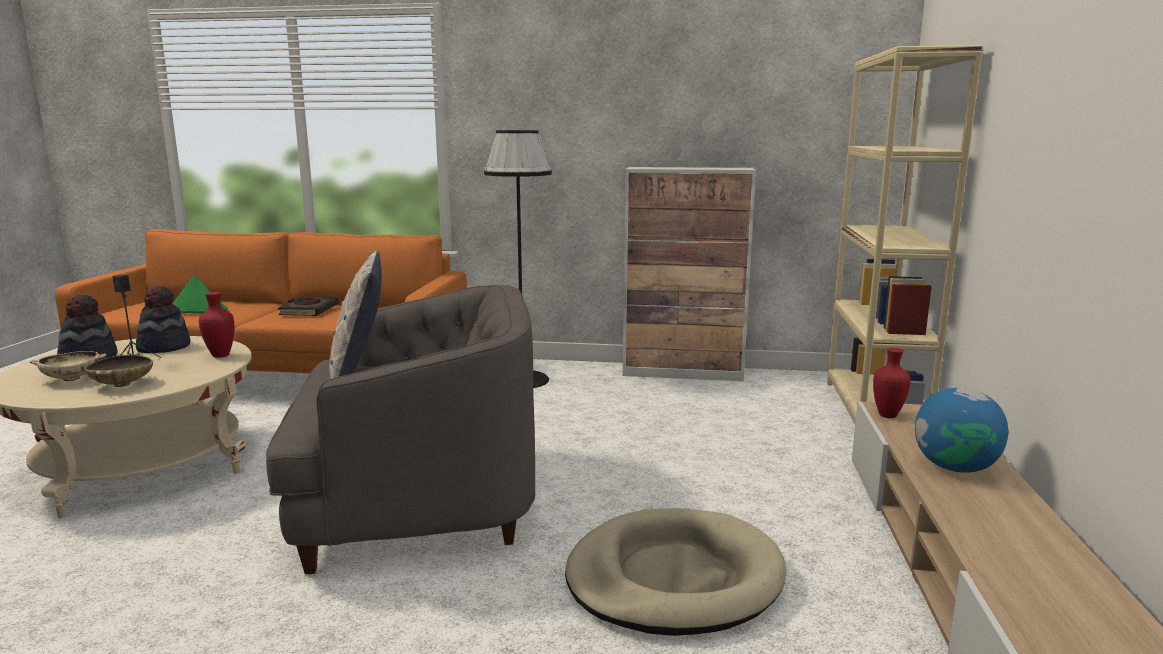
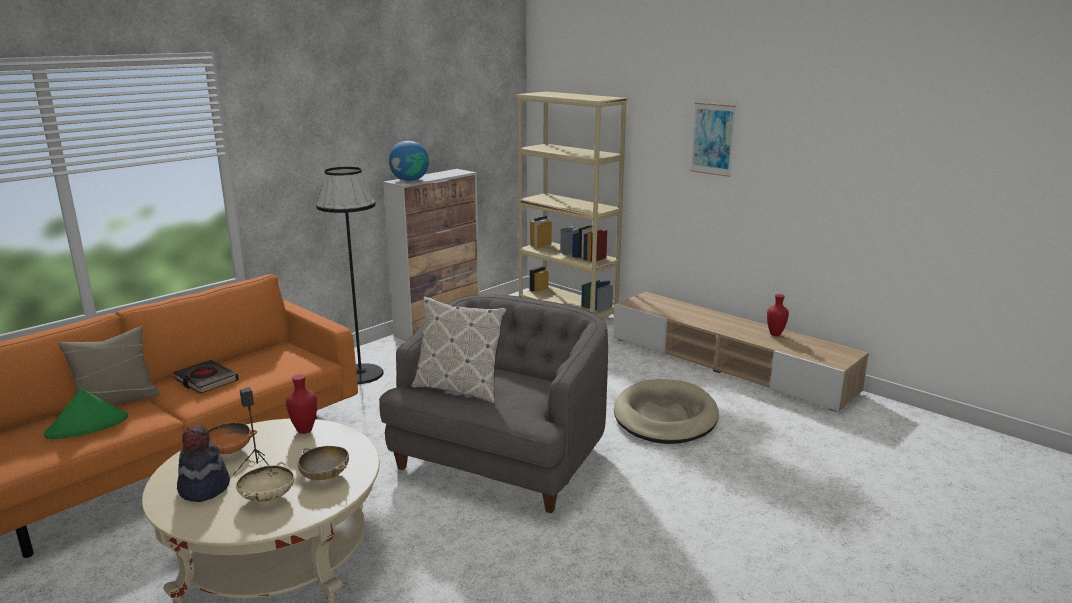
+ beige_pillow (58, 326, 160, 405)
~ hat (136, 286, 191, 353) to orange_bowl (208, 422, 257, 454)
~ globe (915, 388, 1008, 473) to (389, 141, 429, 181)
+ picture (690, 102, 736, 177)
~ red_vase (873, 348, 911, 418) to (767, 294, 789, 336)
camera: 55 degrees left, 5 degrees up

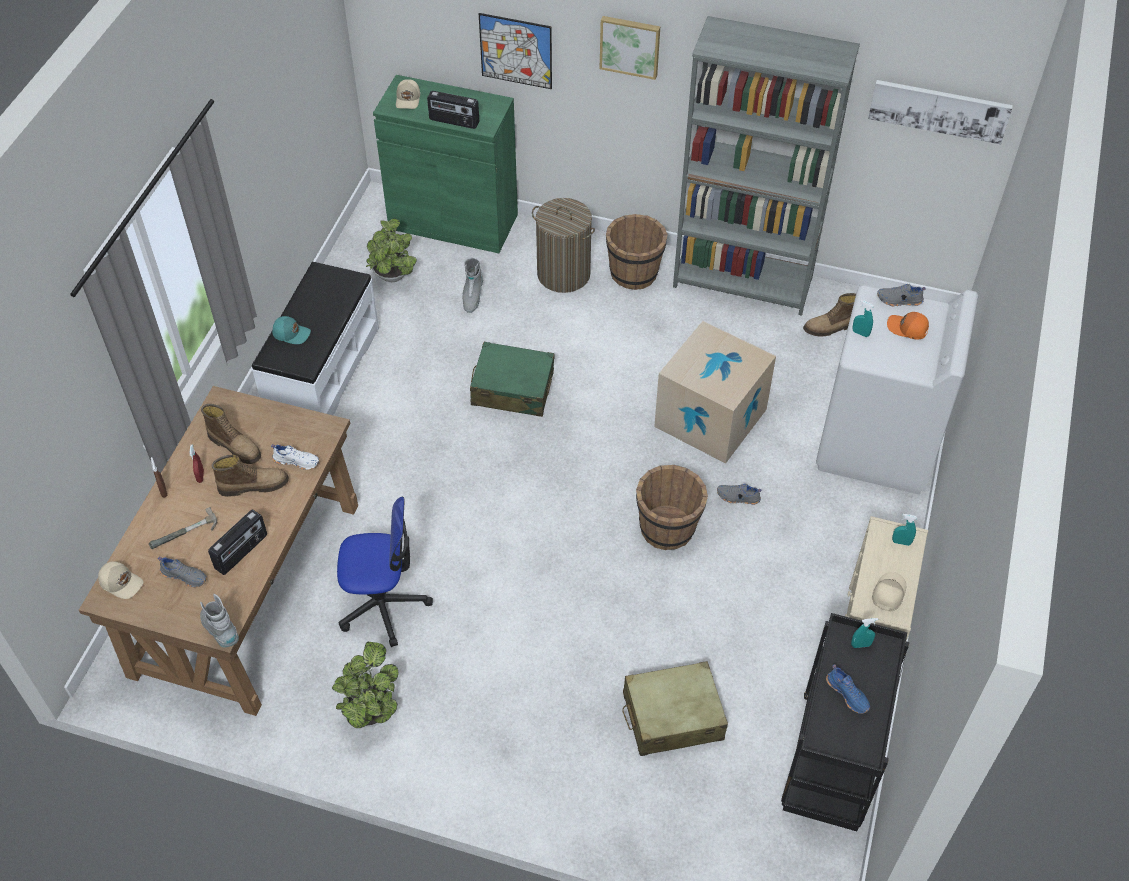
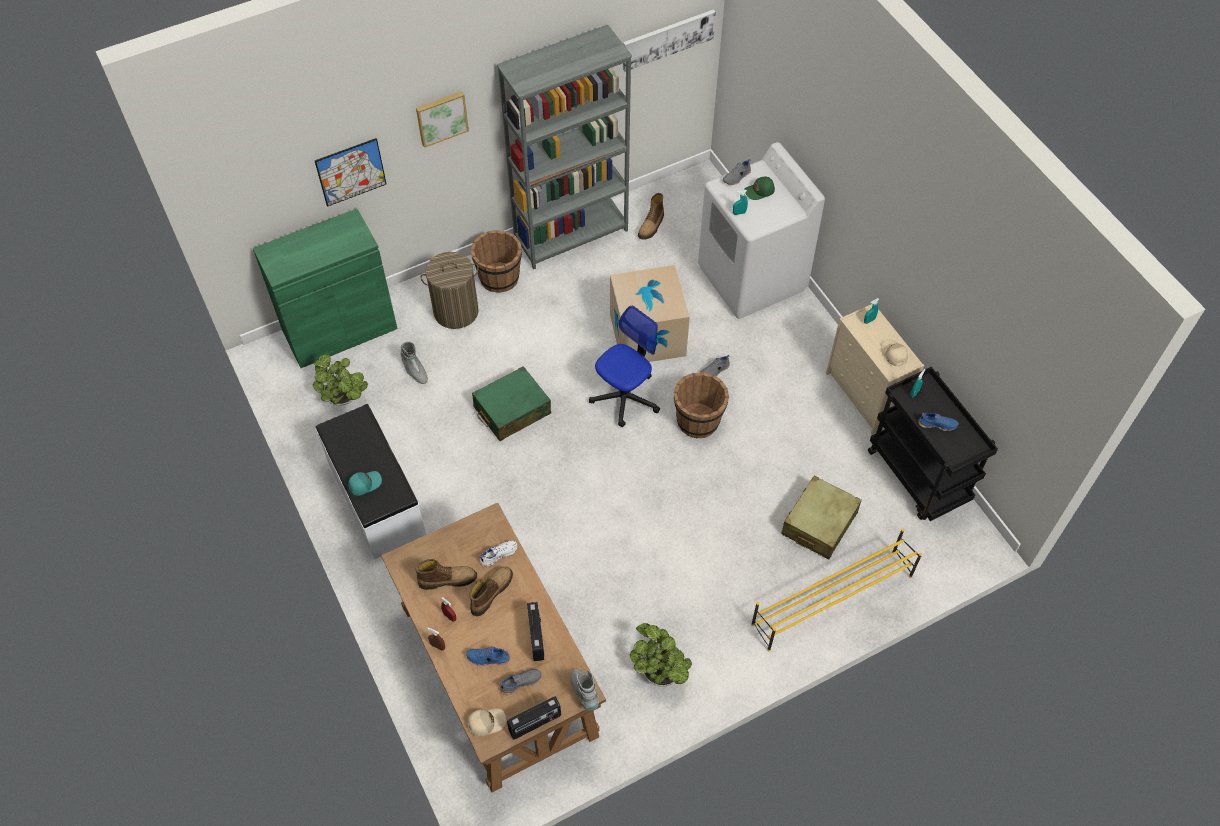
~ hammer (149, 507, 217, 549) to blue_shoe (466, 647, 510, 666)
~ radio (427, 91, 479, 129) to (507, 697, 561, 739)
~ grey_boot (200, 594, 239, 648) = (570, 668, 599, 711) 60 degrees clockwise
~ office_chair (337, 497, 433, 647) to (589, 306, 660, 427)
~ orange_cap (887, 312, 929, 339) to green_cap (744, 177, 775, 200)
+ yellow_shoe_rack (751, 529, 922, 651)
- beige_cap (396, 79, 420, 109)
camera: 45 degrees left, 5 degrees up

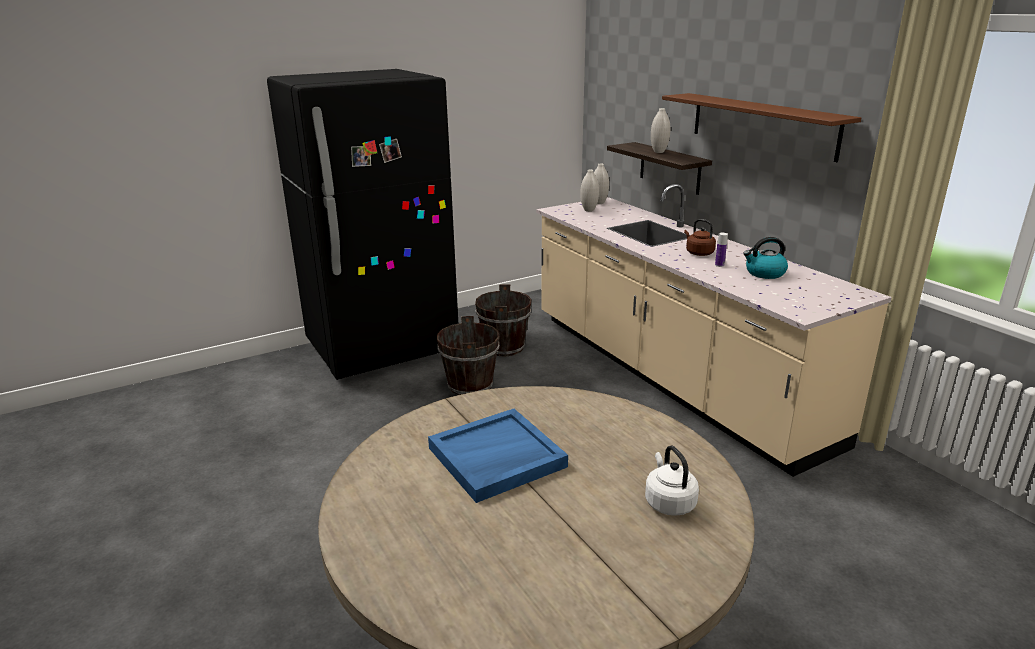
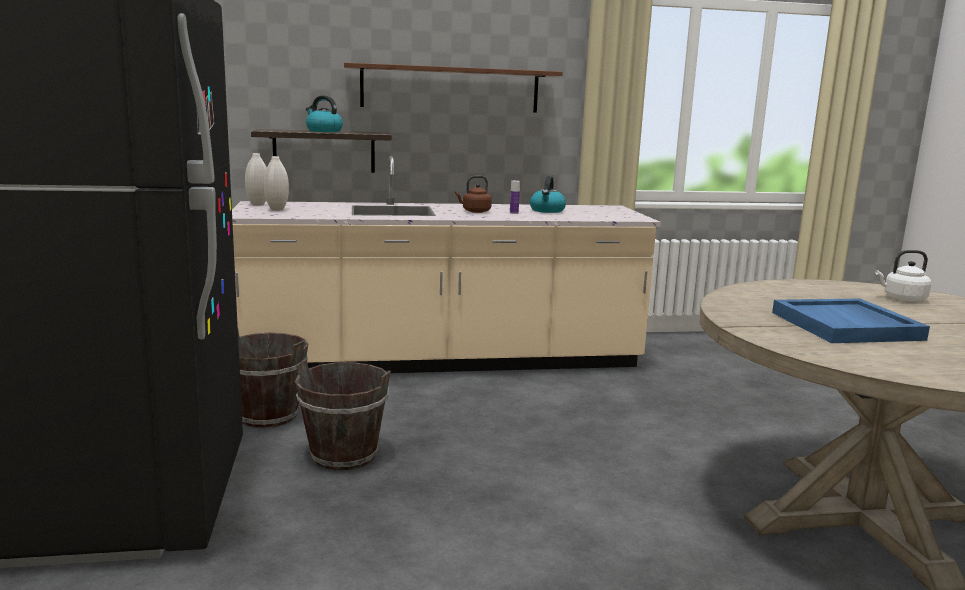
~ white_vase (651, 108, 671, 153) to kettle (306, 96, 343, 132)
camera: 70 degrees left, 10 degrees down

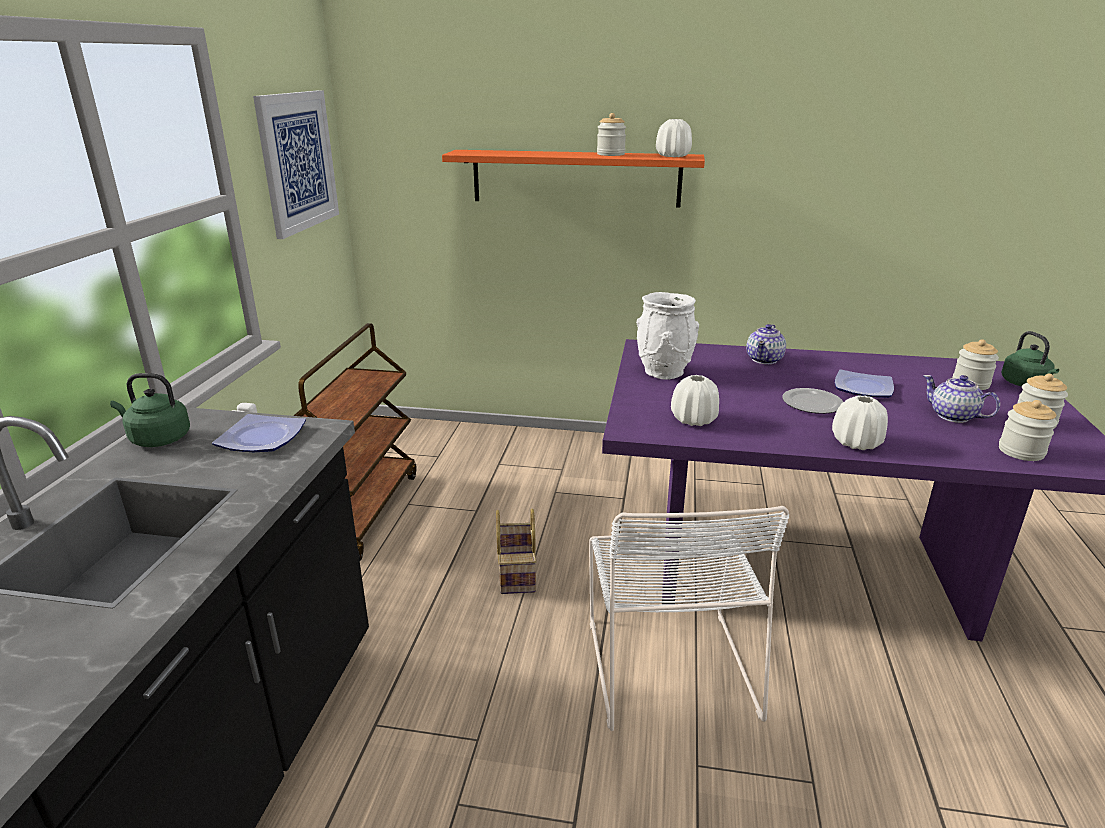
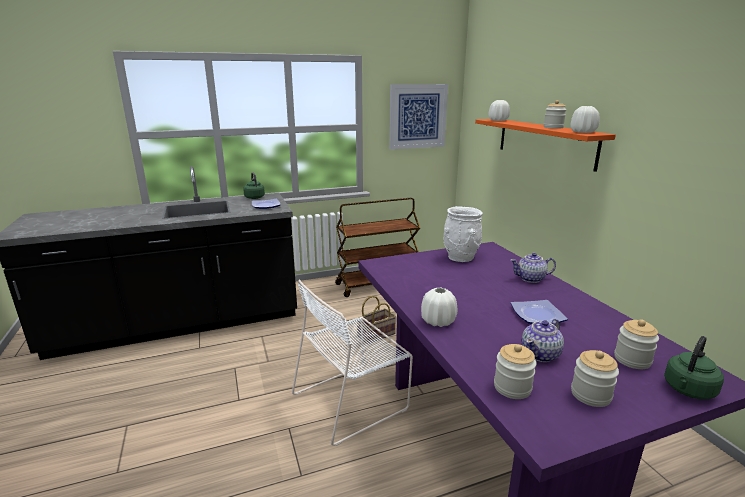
~ white_vase (671, 375, 719, 426) to (488, 100, 510, 121)
~ teapot (923, 375, 1000, 423) = (521, 319, 564, 362) 150 degrees counterclockwise
- plate (782, 388, 843, 414)
camera: 60 degrees right, 5 degrees down

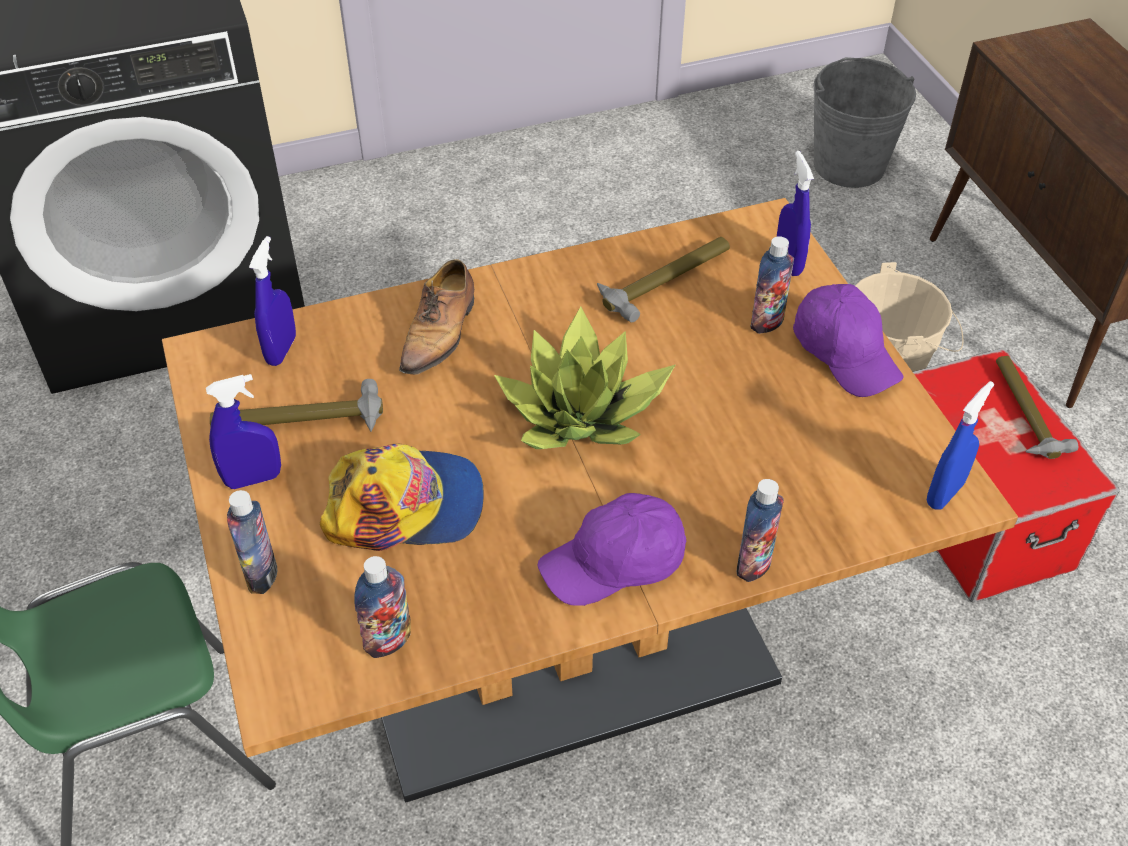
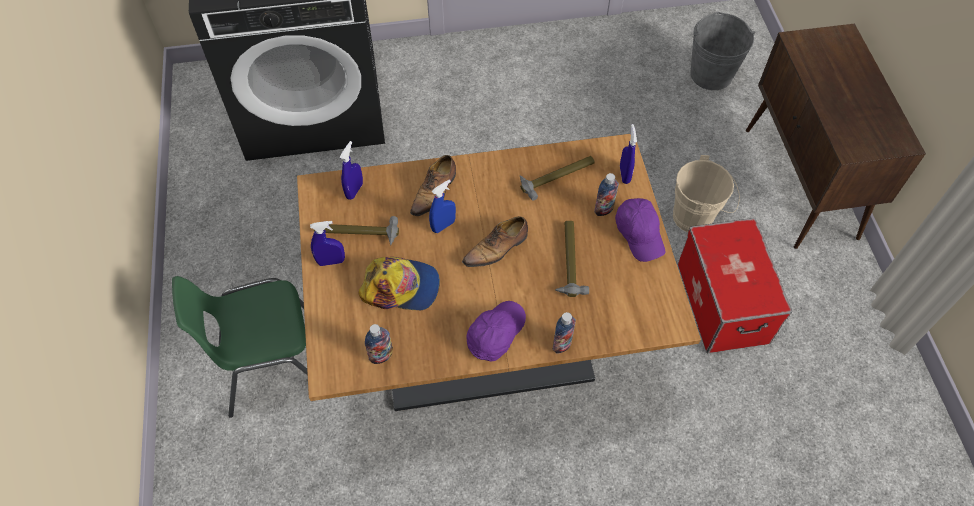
~ blue_spray_bottle (927, 381, 994, 510) to (429, 179, 456, 233)
~ potted_plant (494, 307, 675, 449) to shoe (462, 216, 528, 267)
~ purple_cap (538, 493, 686, 606) = (466, 301, 526, 362) 135 degrees clockwise
~ hammer (996, 356, 1078, 459) to (555, 221, 589, 297)
- bottle (227, 490, 277, 594)
camera: 10 degrees right, 10 degrees up

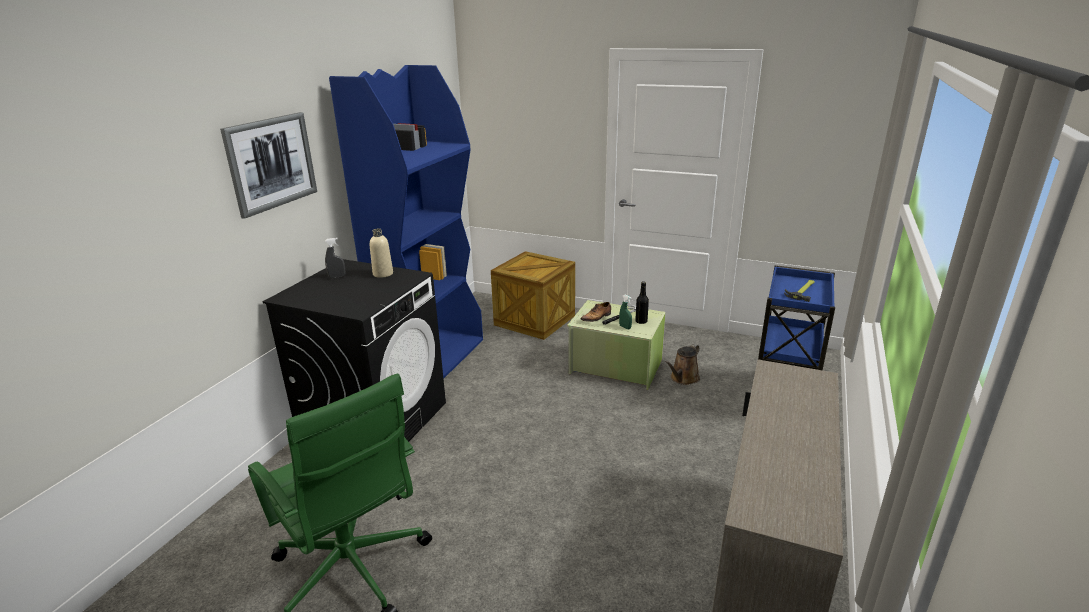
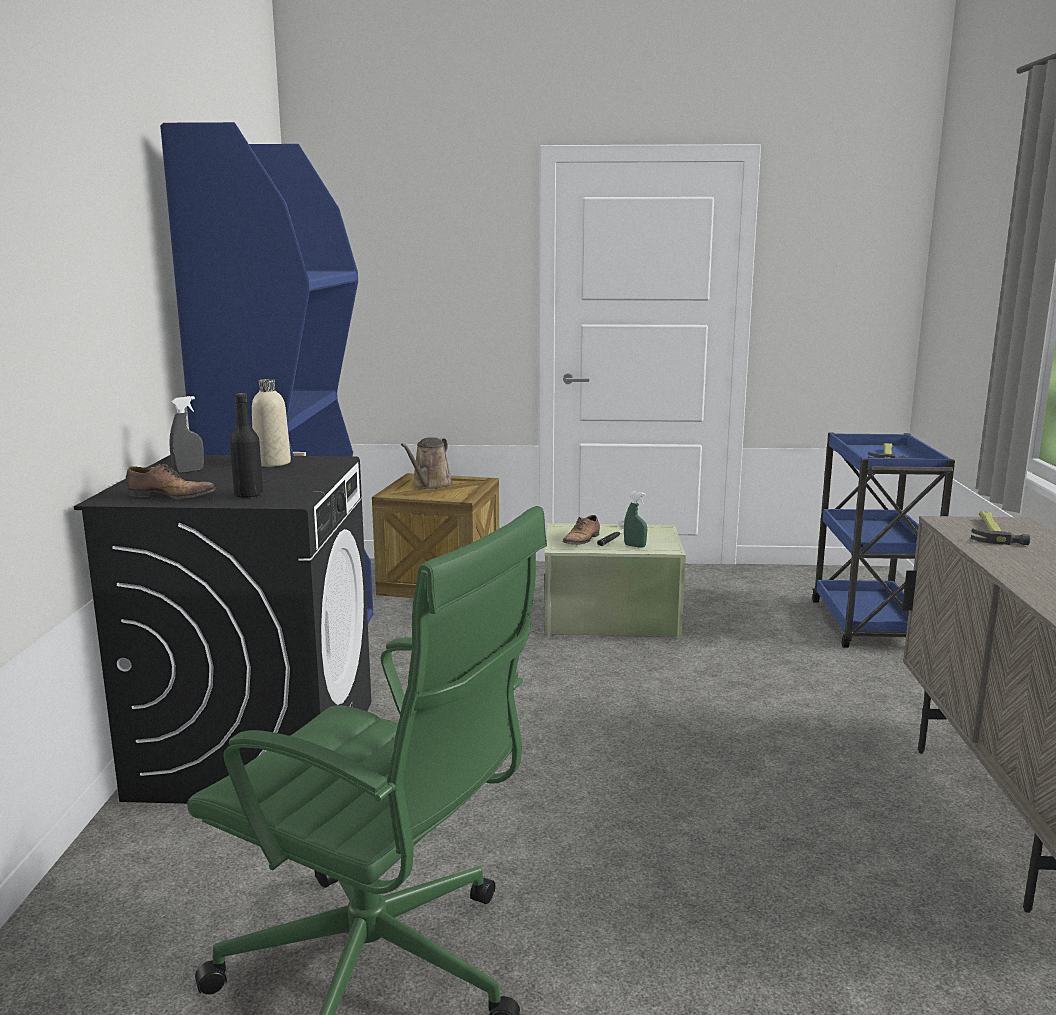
+ shoe (126, 464, 216, 499)
~ black_bottle (635, 281, 649, 324) to (230, 393, 263, 498)
~ brown_watering_can (665, 344, 700, 385) to (401, 437, 453, 489)
+ hammer (971, 511, 1030, 545)
- picture (220, 112, 317, 219)
camera: 20 degrees left, 10 degrees down

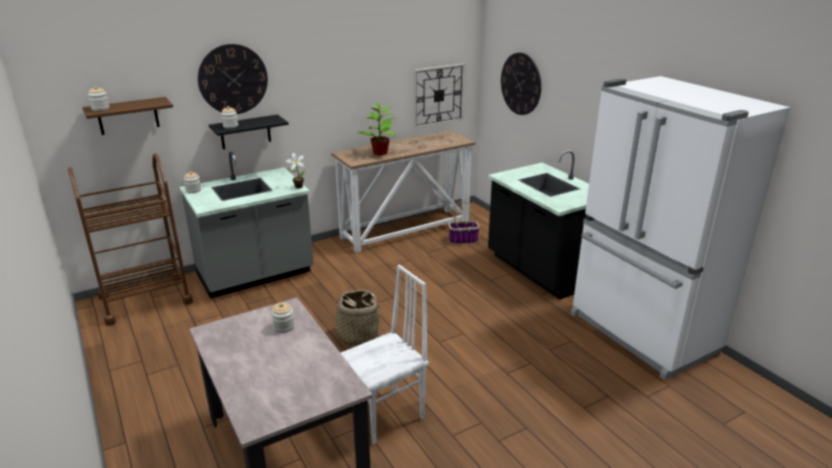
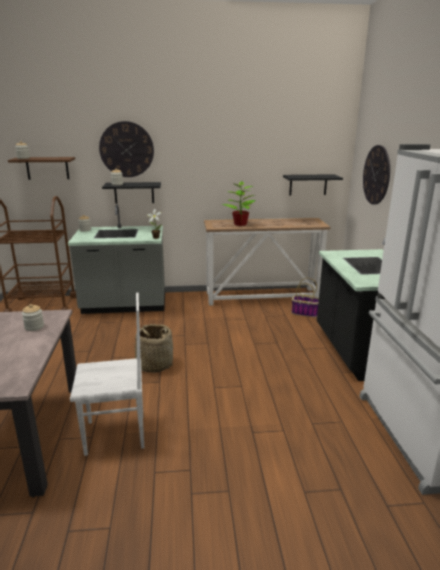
~ wall_clock (414, 63, 465, 129) to black_shelf (283, 174, 343, 195)
camera: 25 degrees right, 5 degrees down

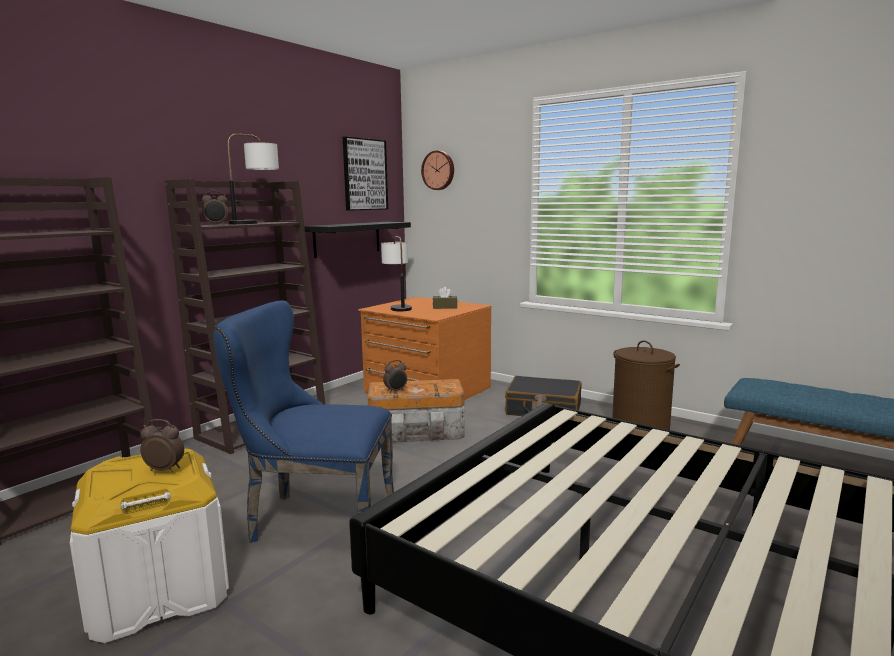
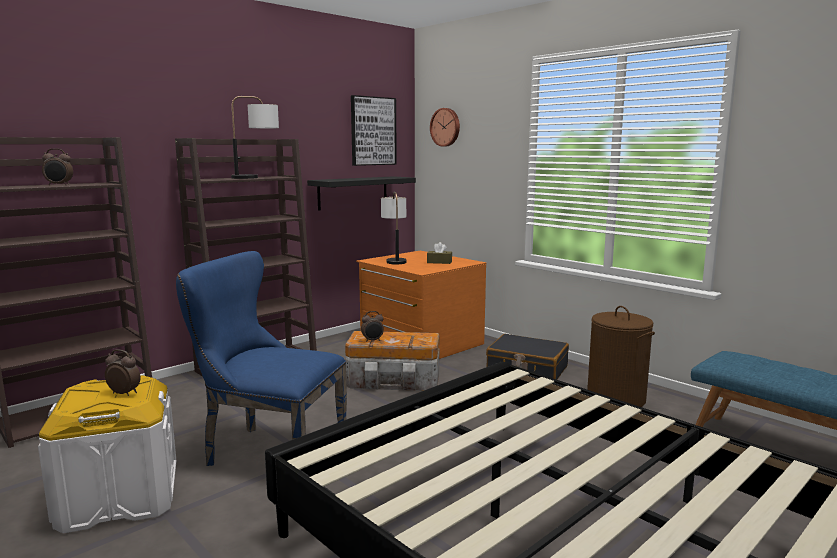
~ alarm_clock (202, 191, 228, 225) to (42, 149, 73, 185)
camera: 10 degrees right, 0 degrees up

